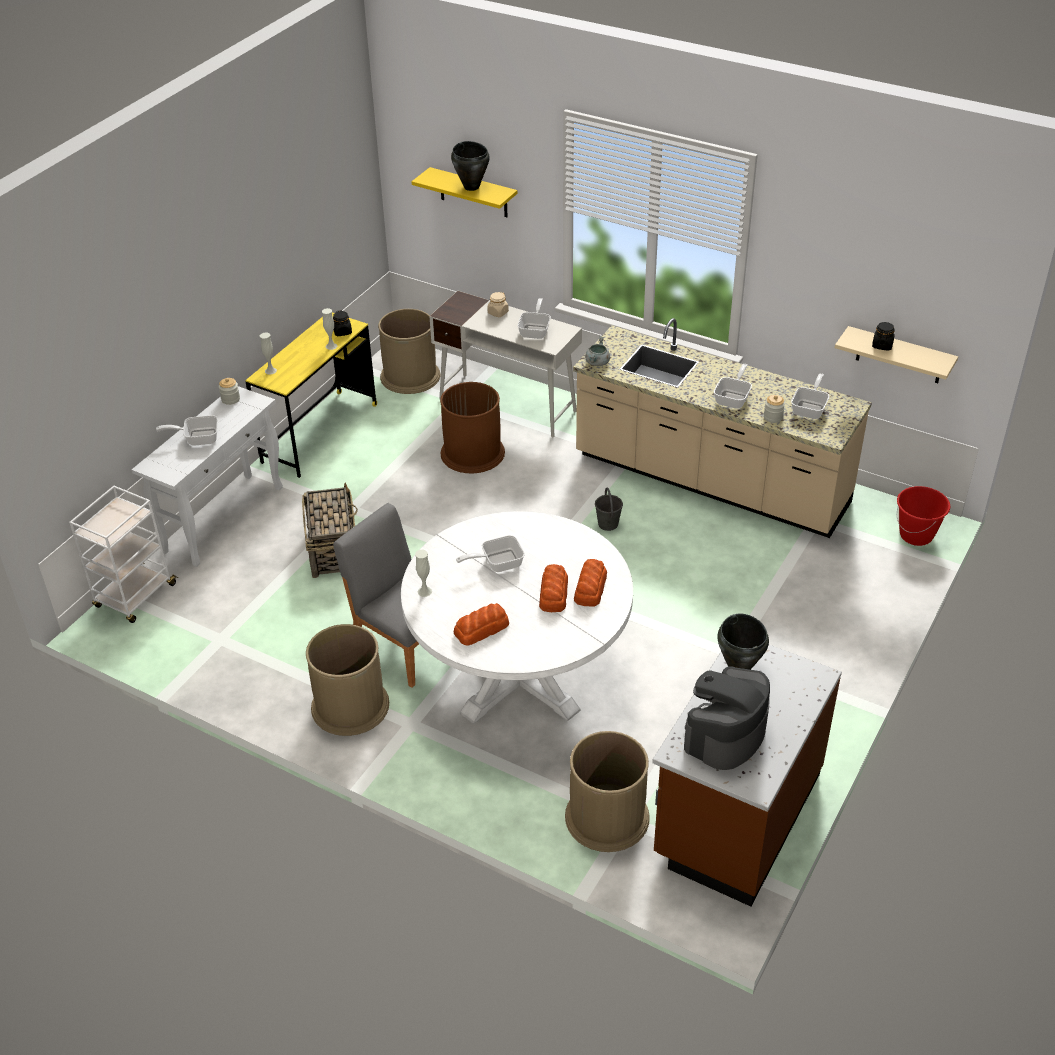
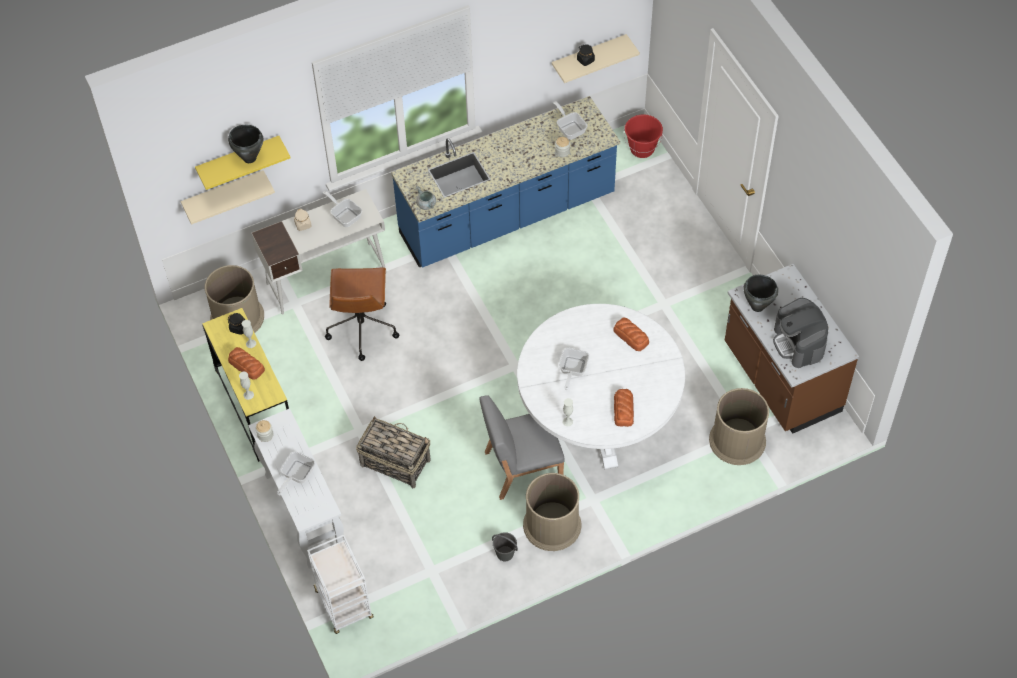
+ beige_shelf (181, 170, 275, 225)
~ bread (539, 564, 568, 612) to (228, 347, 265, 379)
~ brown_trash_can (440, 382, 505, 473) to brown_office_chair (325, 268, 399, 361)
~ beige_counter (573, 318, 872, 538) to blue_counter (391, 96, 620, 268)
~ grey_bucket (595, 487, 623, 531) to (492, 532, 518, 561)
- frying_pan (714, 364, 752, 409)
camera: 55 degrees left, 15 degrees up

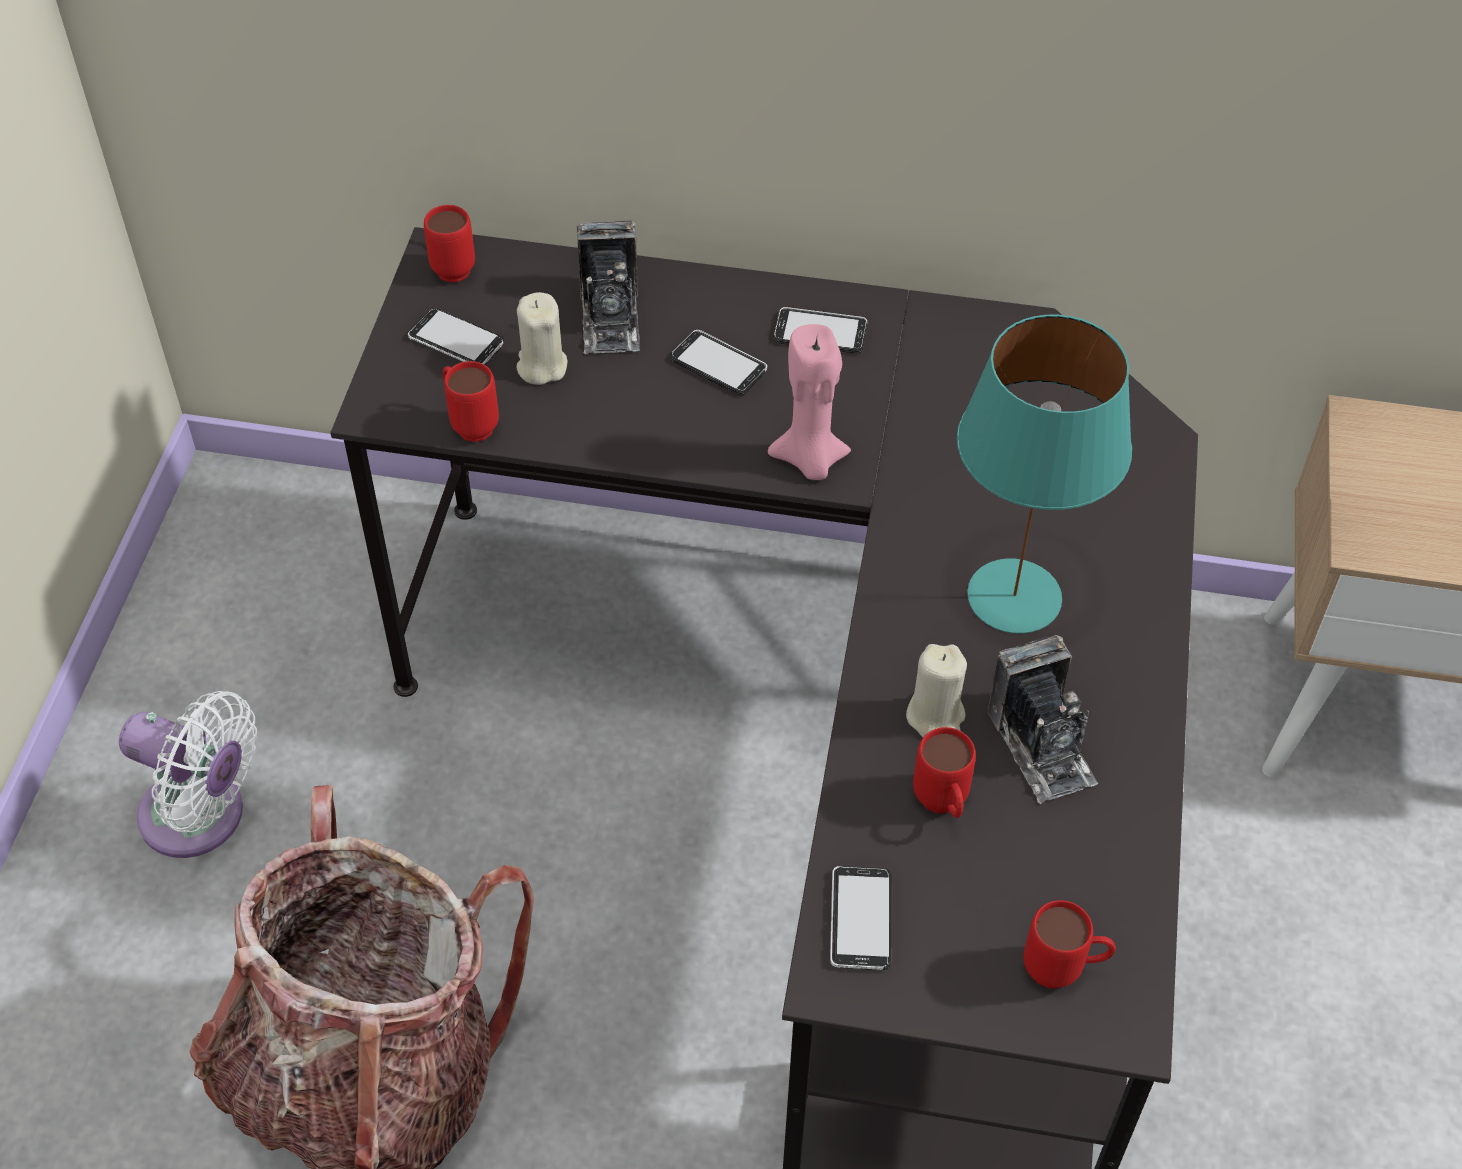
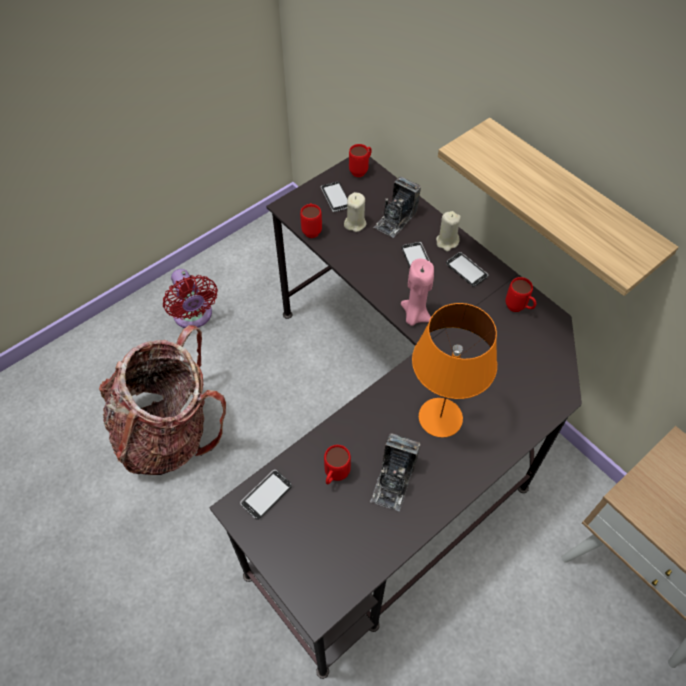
~ white_fan (119, 691, 257, 858) to red_fan (163, 269, 218, 328)
~ turquoise_table_lamp (957, 315, 1132, 634) to orange_table_lamp (412, 303, 497, 437)
~ beige_candle (906, 644, 967, 737) to (436, 211, 461, 251)
+ shelf (438, 118, 678, 296)
~ red_mug (1023, 900, 1116, 989) to (505, 277, 536, 312)
camera: 40 degrees right, 5 degrees up

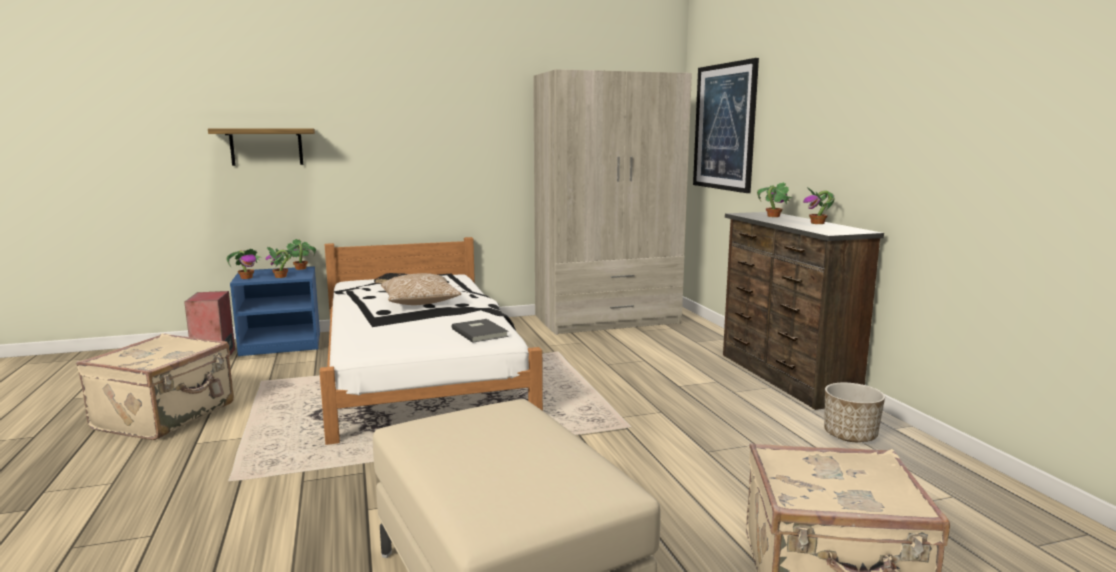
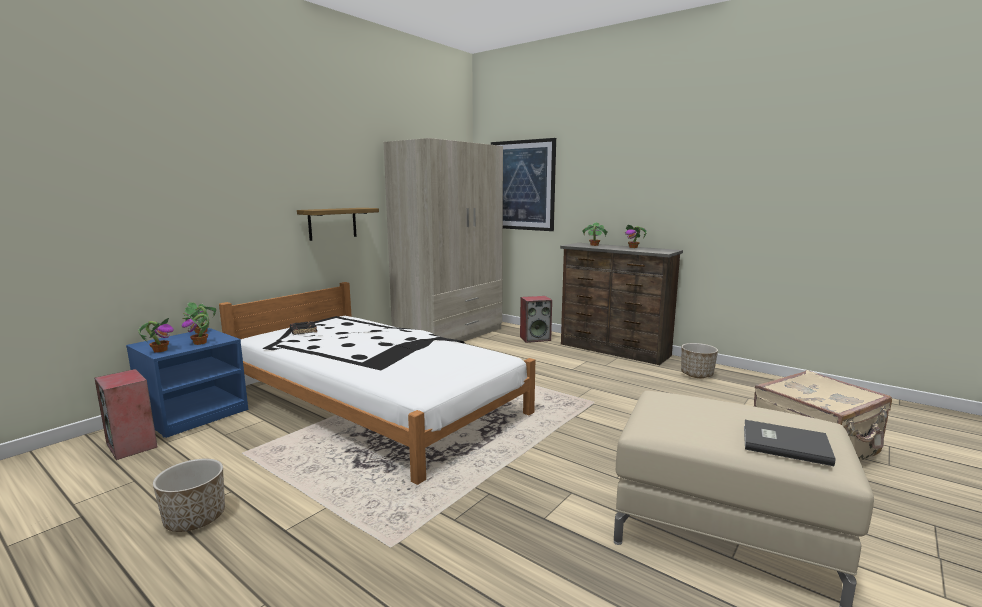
~ beige_suitcase (76, 333, 234, 440) to planter (153, 459, 225, 532)
~ shelf (208, 128, 315, 166) to (297, 208, 379, 241)
+ speaker (520, 296, 552, 343)
~ grey_book (451, 319, 509, 343) to (744, 420, 836, 466)
- pillow (381, 273, 461, 305)
camera: 35 degrees left, 0 degrees up

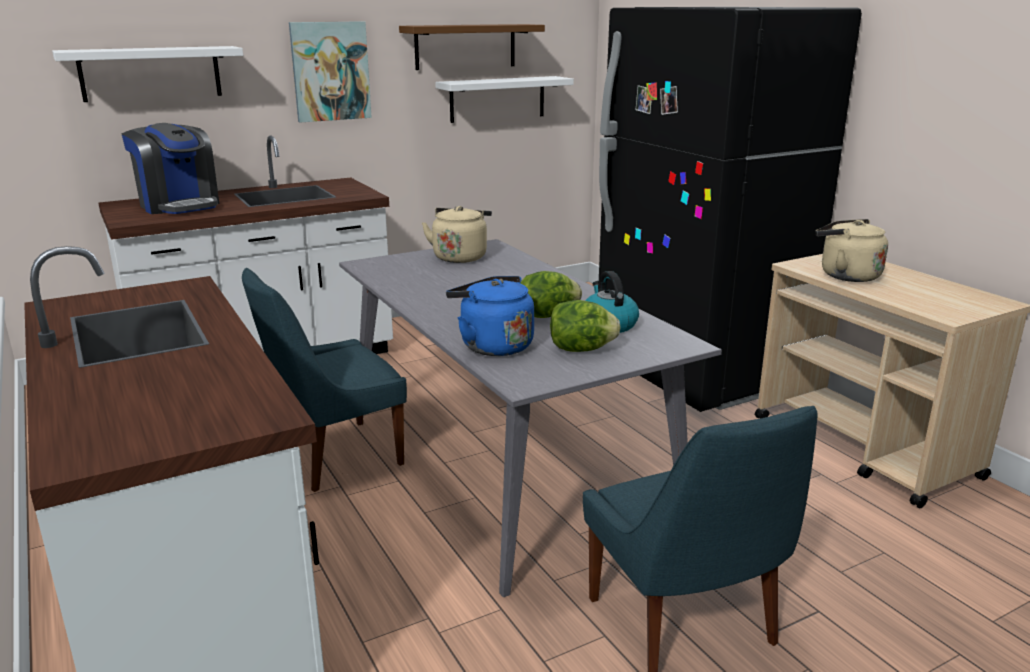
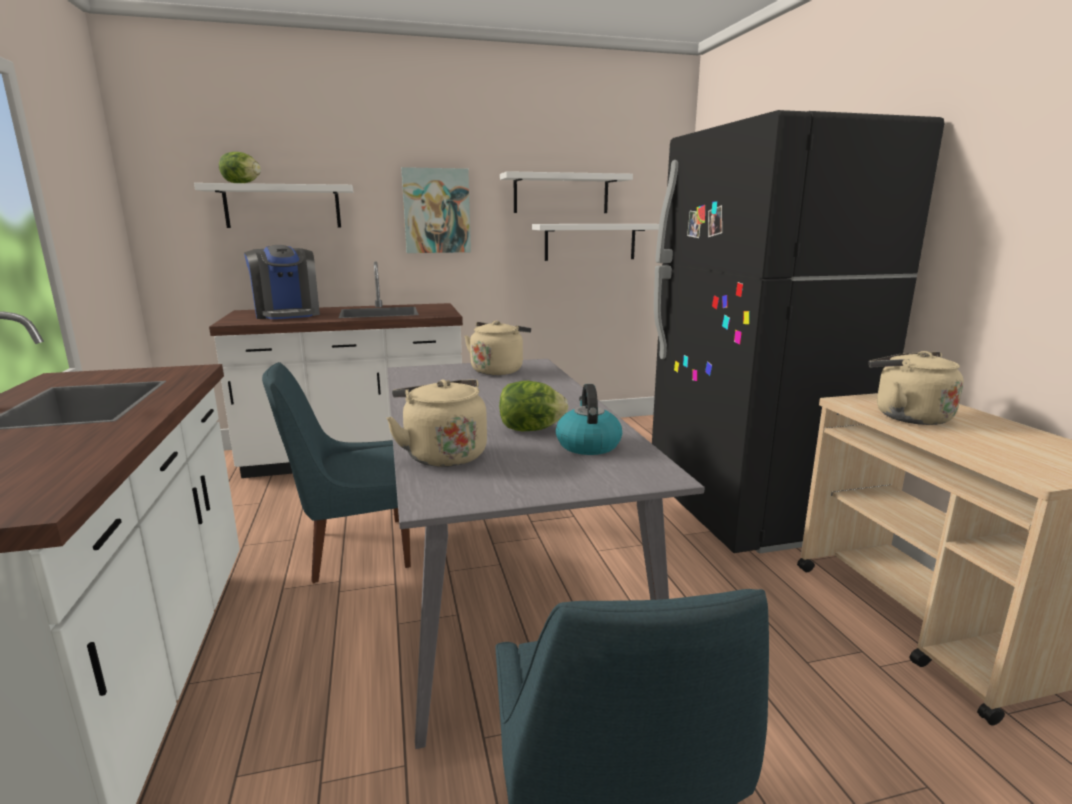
~ lettuce (550, 300, 621, 352) to (219, 152, 261, 183)
~ blue_kettle (446, 276, 534, 356) to beige_kettle (386, 379, 487, 467)
~ brown_shelf (399, 24, 545, 70) to white_shelf (500, 171, 633, 213)
camera: 15 degrees right, 5 degrees down

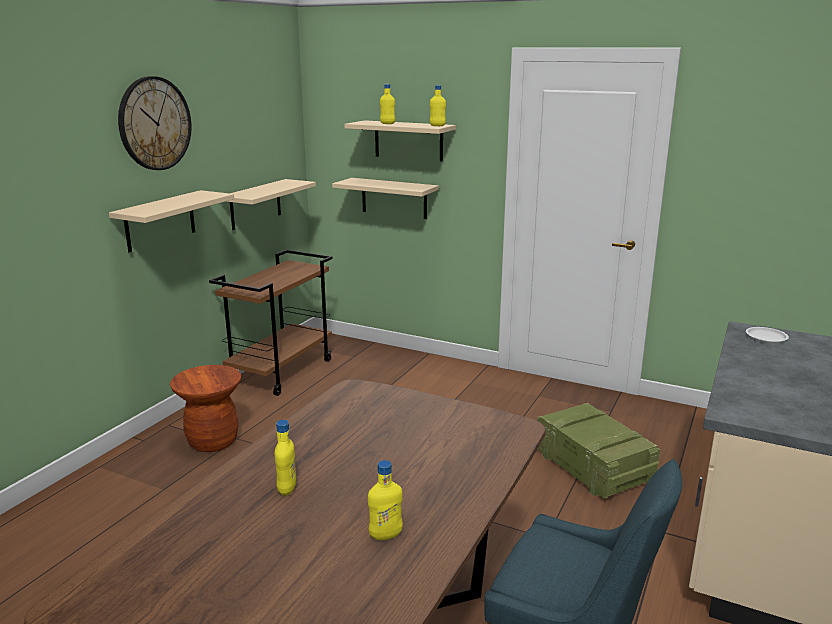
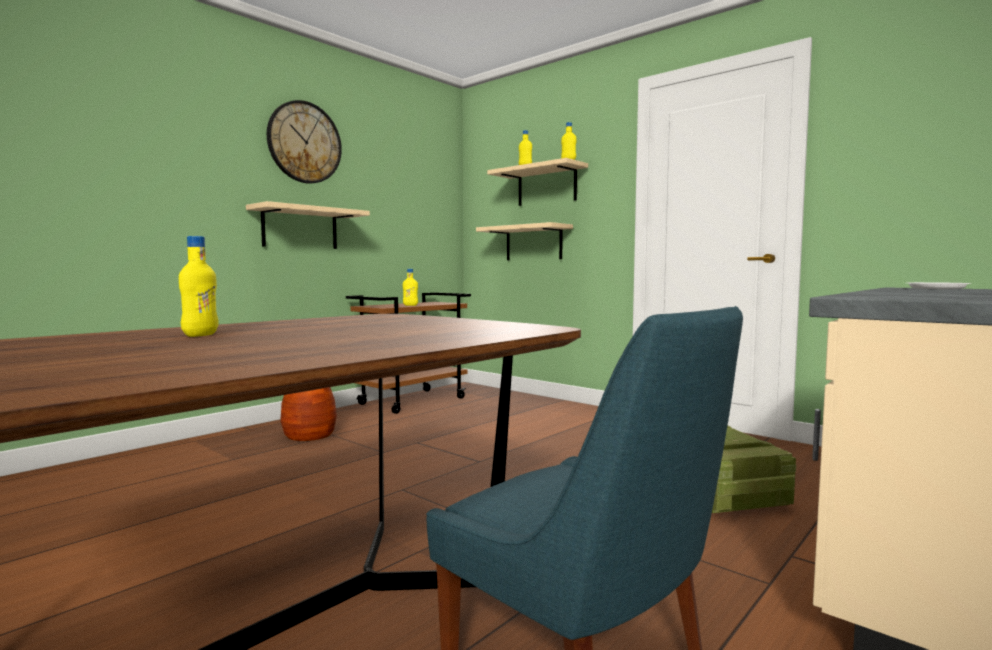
~ yellow_bottle (368, 460, 403, 540) to (403, 269, 418, 306)
- beige_shelf (225, 179, 316, 230)
camera: 15 degrees right, 15 degrees down

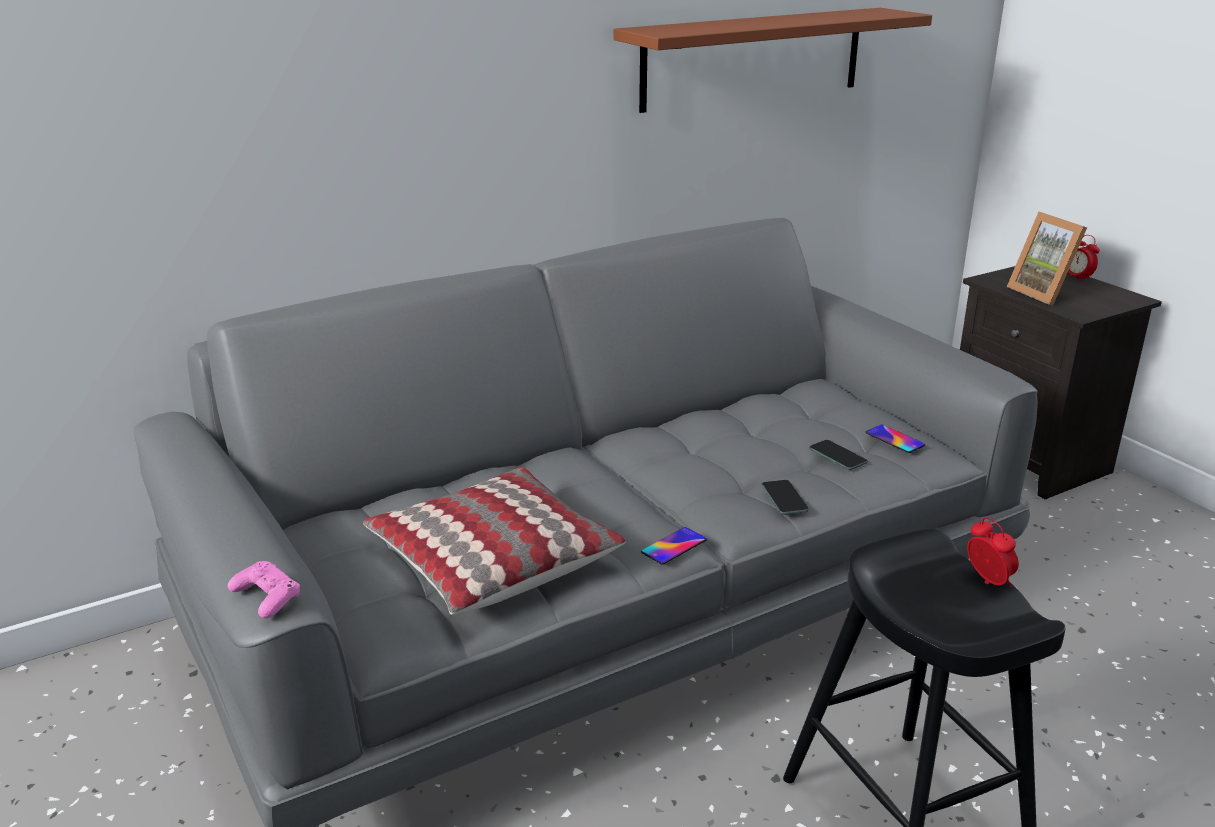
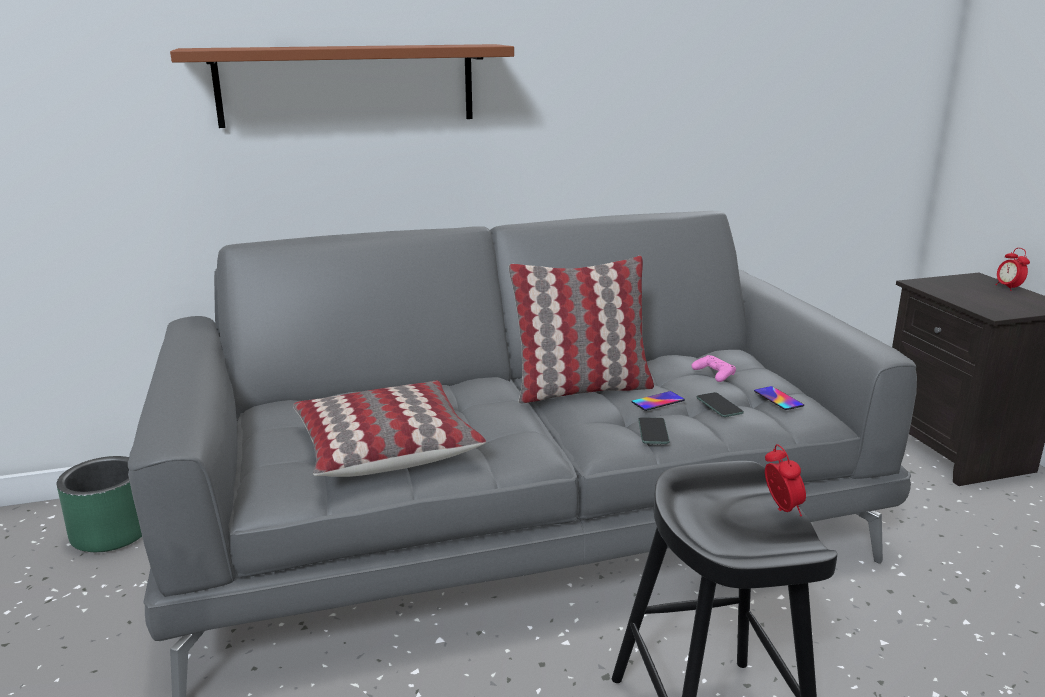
+ green_planter (57, 456, 142, 552)
~ brown_shelf (614, 8, 932, 113) to (170, 44, 514, 128)
+ pillow (509, 256, 654, 404)
~ phone (641, 527, 707, 565) to (632, 391, 685, 411)
~ pink_game_controller (228, 561, 300, 618) to (692, 355, 736, 382)
- picture_frame (1007, 212, 1087, 306)
camera: 15 degrees right, 5 degrees down

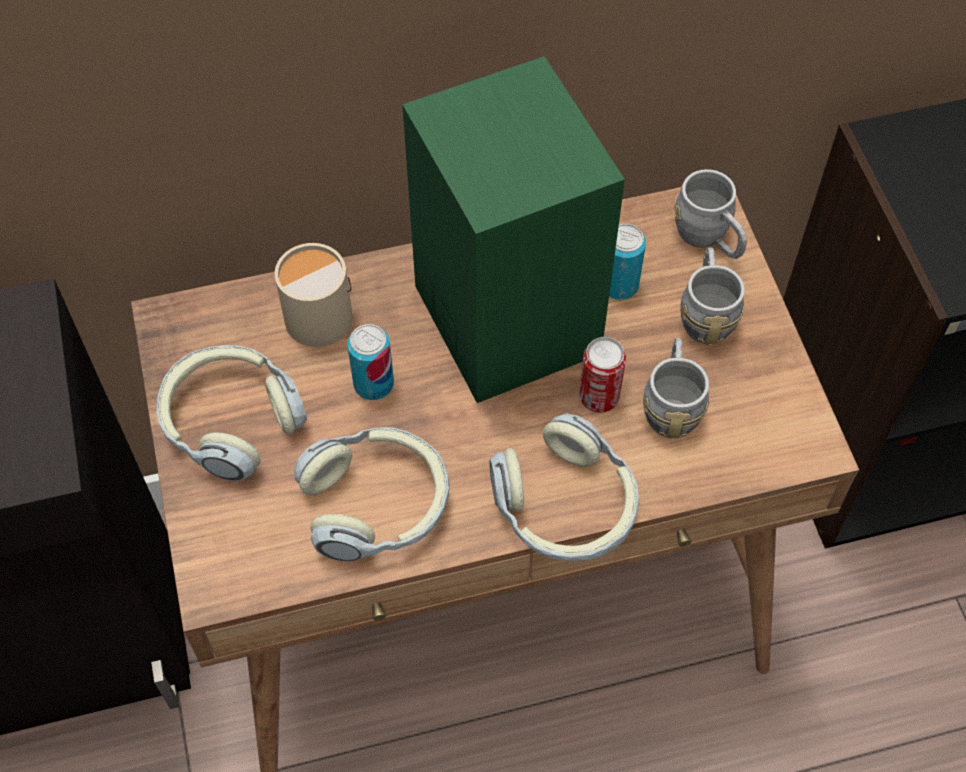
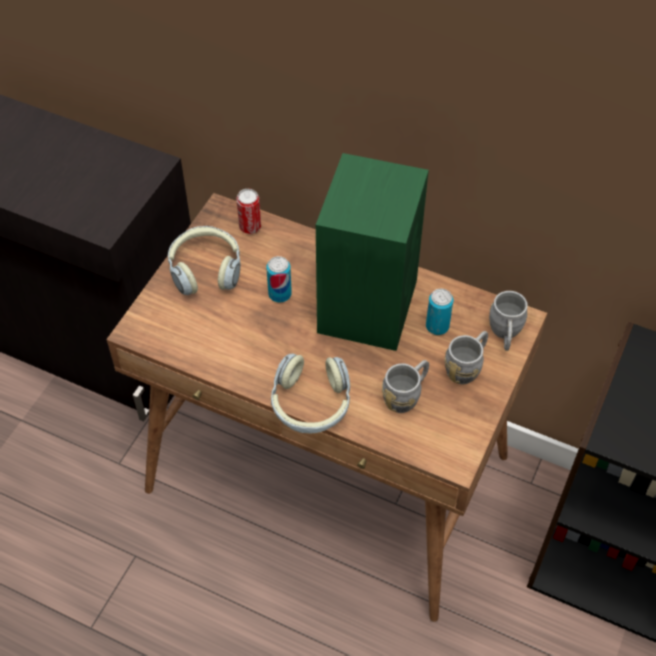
~ can (579, 337, 626, 412) to (236, 189, 261, 234)
- beige_mug (275, 243, 353, 347)
- headphones (294, 427, 449, 562)
camera: 40 degrees right, 5 degrees down

